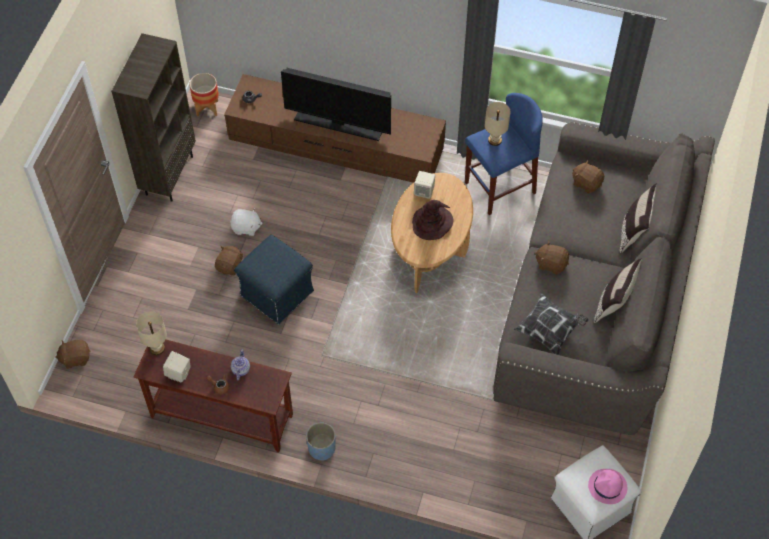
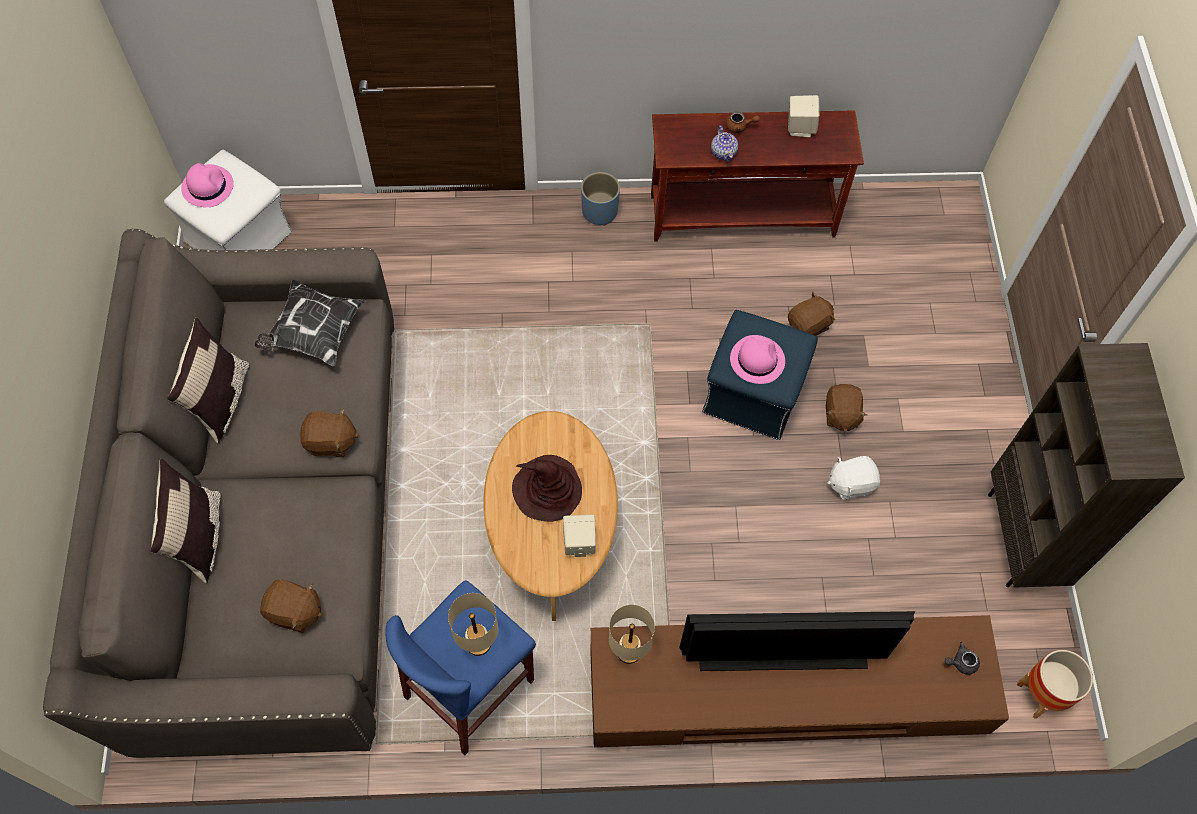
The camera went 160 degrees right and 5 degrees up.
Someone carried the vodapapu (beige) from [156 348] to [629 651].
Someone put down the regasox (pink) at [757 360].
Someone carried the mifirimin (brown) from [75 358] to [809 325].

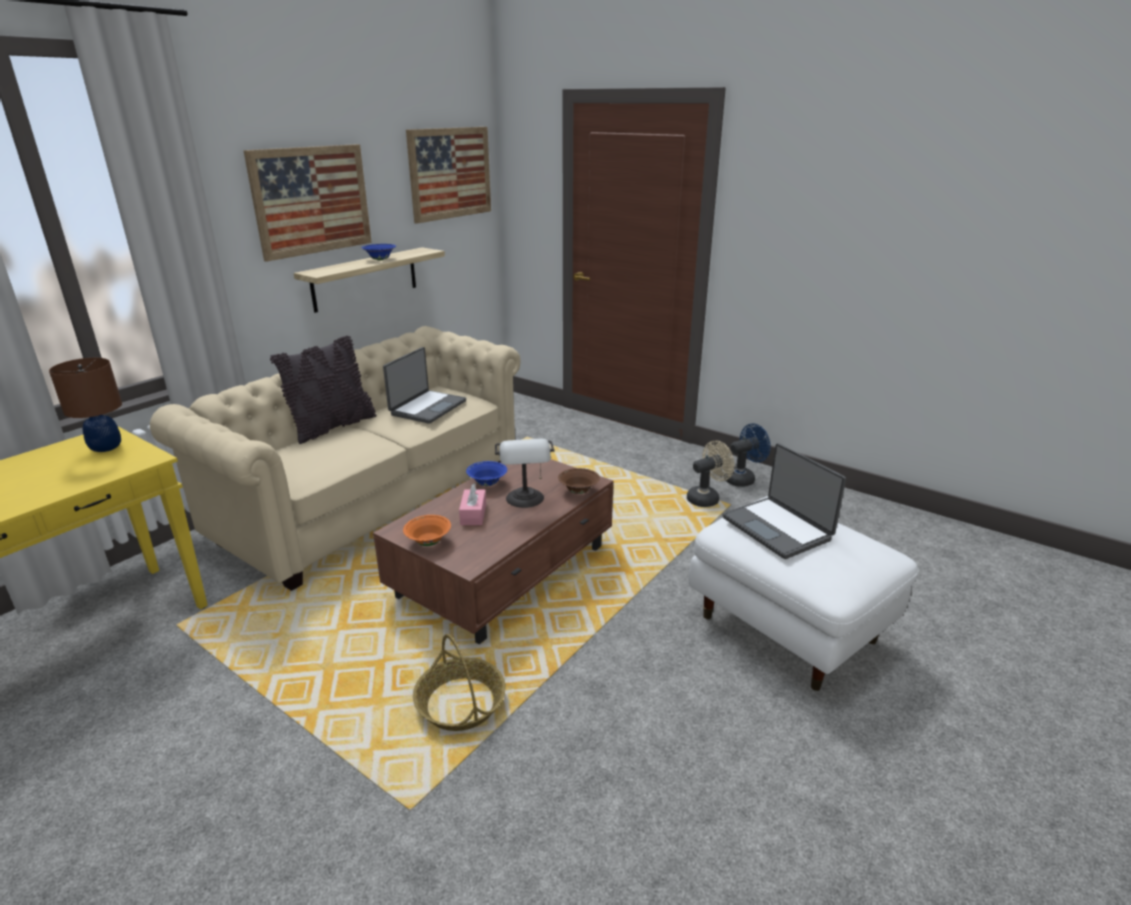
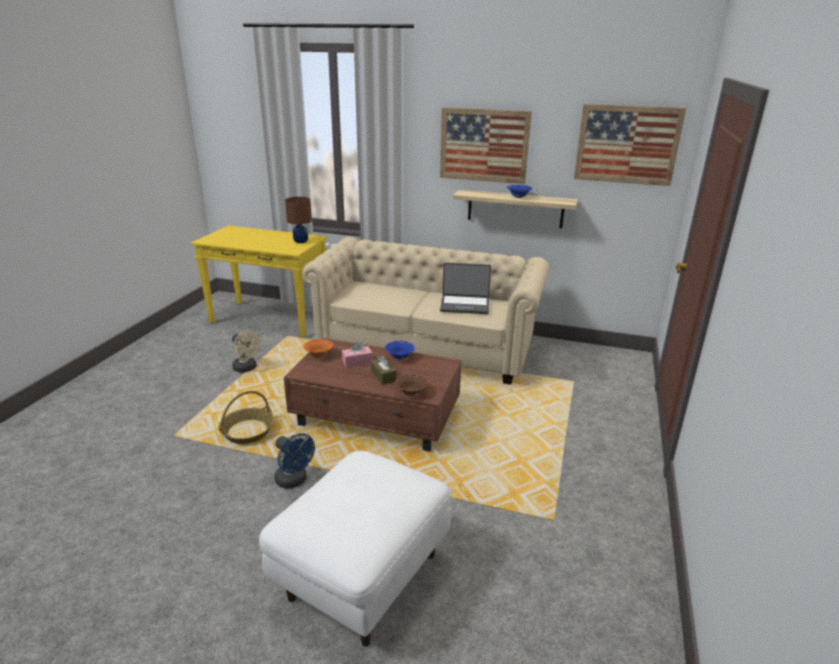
The camera went 70 degrees right and 0 degrees up.
Someone carried the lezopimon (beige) from [706 498] to [247 368].
Someone carried the lezopimon (blue) from [743 478] to [294 481].
Someone swapped the vodapapu at [526 502] for the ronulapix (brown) at [383 376].
Someone took away the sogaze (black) at [332 427].
Someone took away the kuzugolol at [778 528].

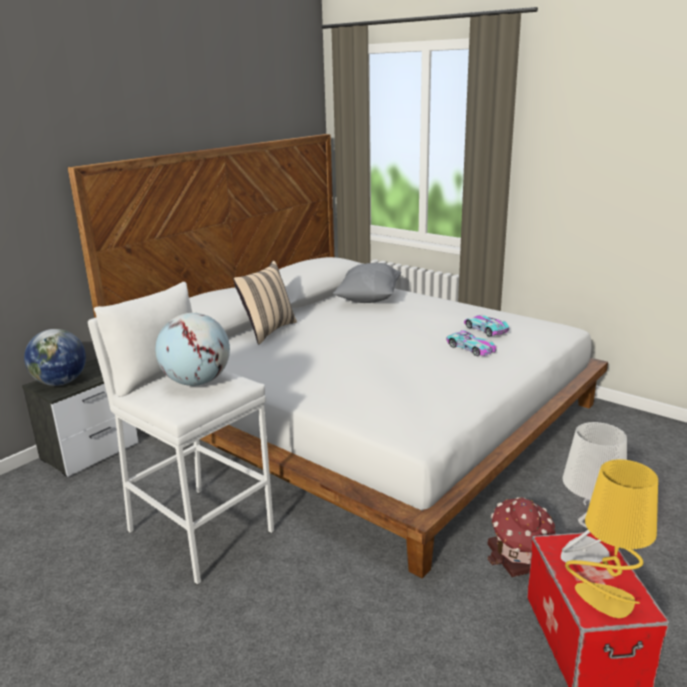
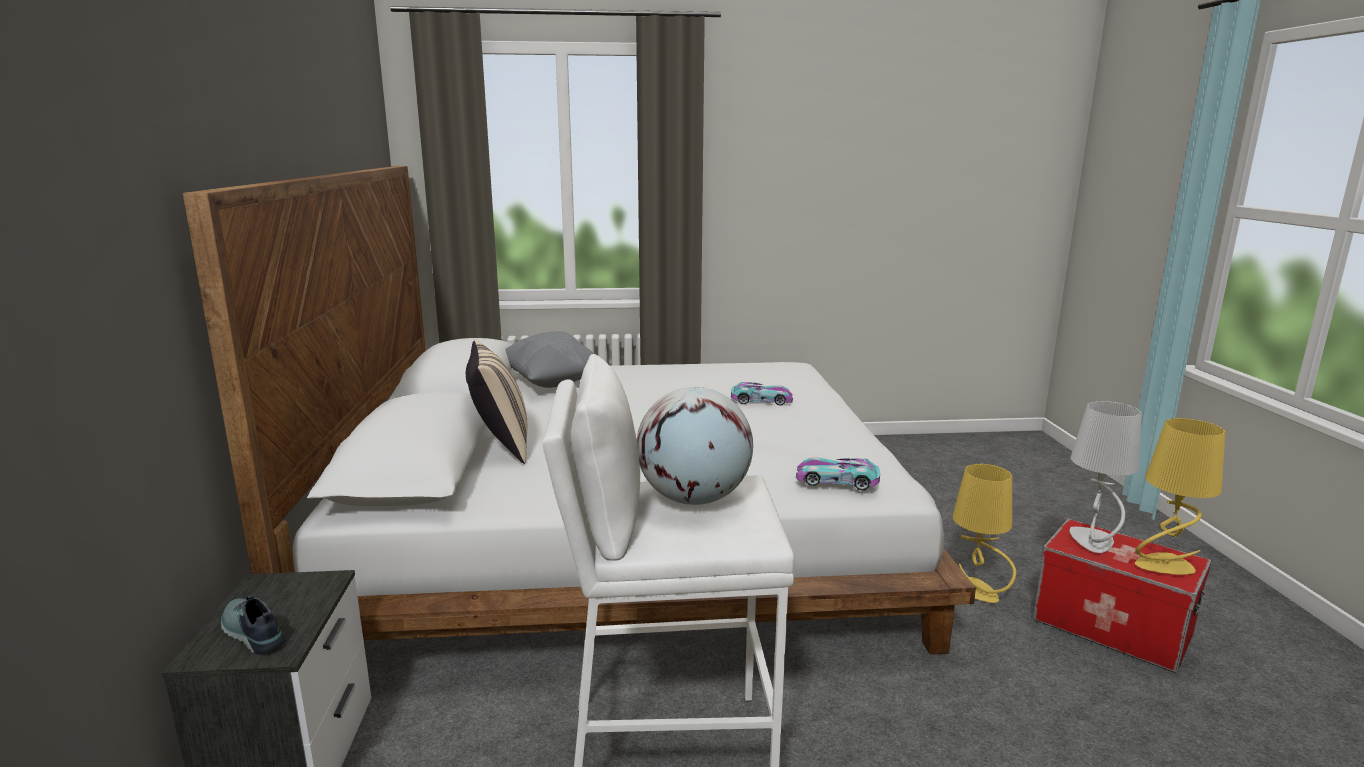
The camera went 45 degrees left and 5 degrees down.
Someone swapped the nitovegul at [60 383] for the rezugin at [251 633].
Someone carried the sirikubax from [485 329] to [837 480].
Someone swapped the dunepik at [520 557] for the vodapapu (yellow) at [976 591].

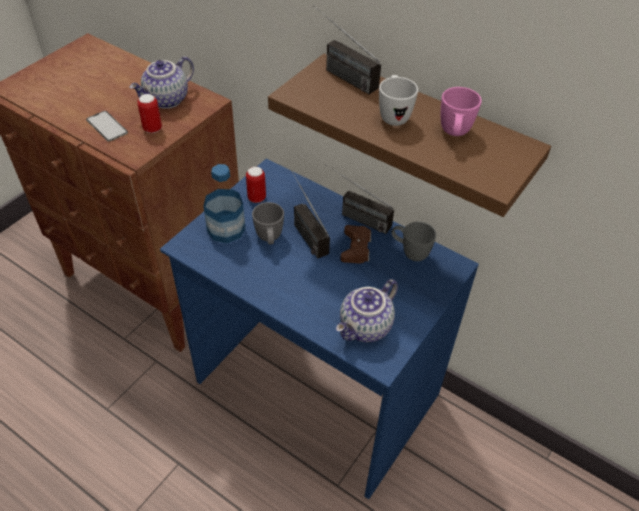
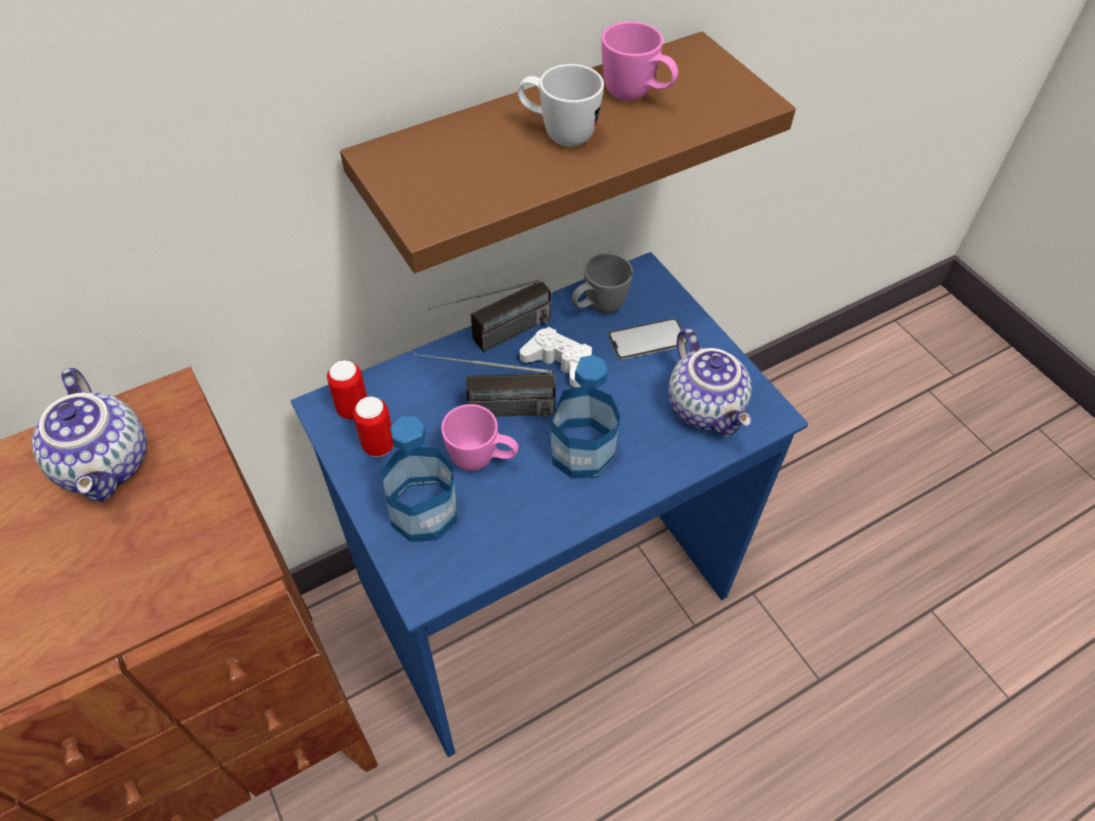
The camera went 65 degrees left and 5 degrees up.
Someone carried the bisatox from [152 129] to [353 409].
Someone repainted the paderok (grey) at [269 239], which became the paderok (pink) at [482 460].
Someone repainted the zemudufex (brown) at [356 248], which became the zemudufex (white) at [559 362].
Someone put down the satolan at [581 451].
Someone carried the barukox from [107 126] to [647 339].
Someone took away the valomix at [339 73].

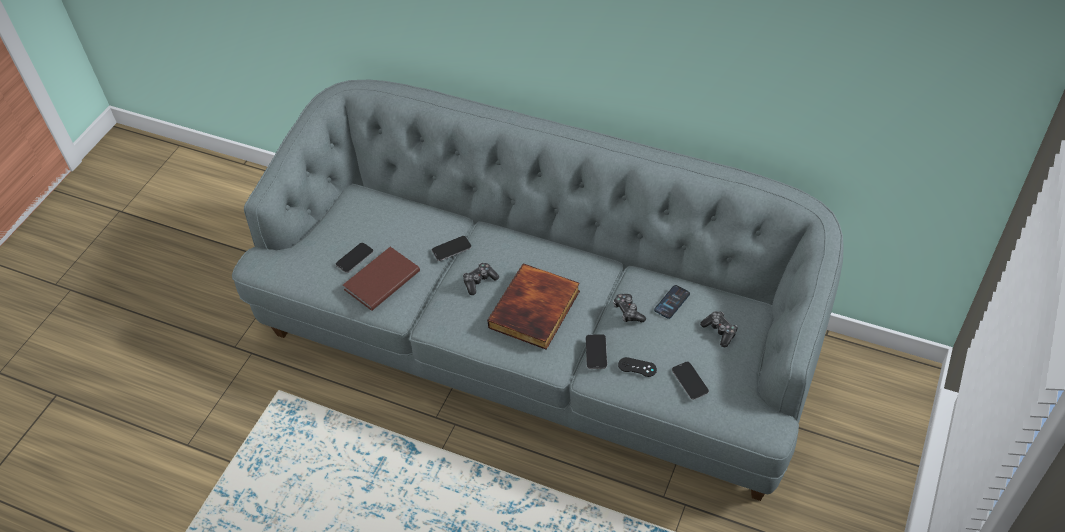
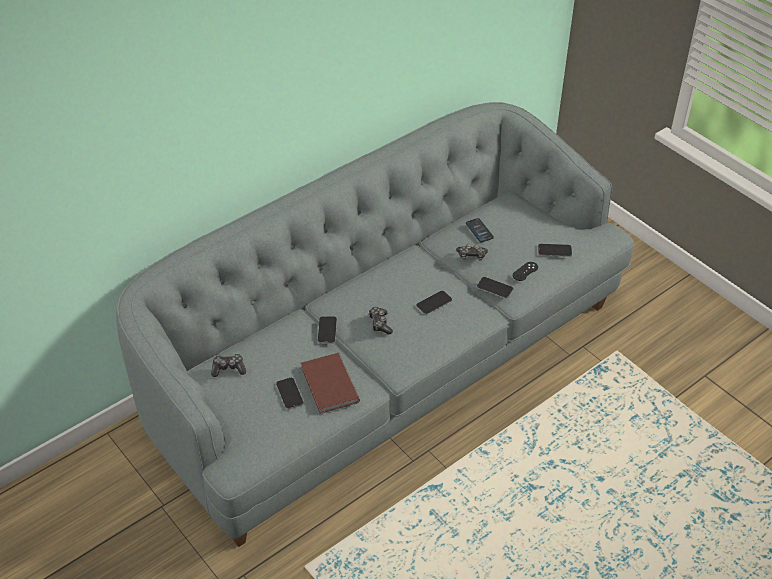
The camera went 65 degrees left and 5 degrees down.
Someone carried the zemudufex from [720 331] to [229 369].
Someone swapped the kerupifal at [536 310] for the barukox at [434 303].

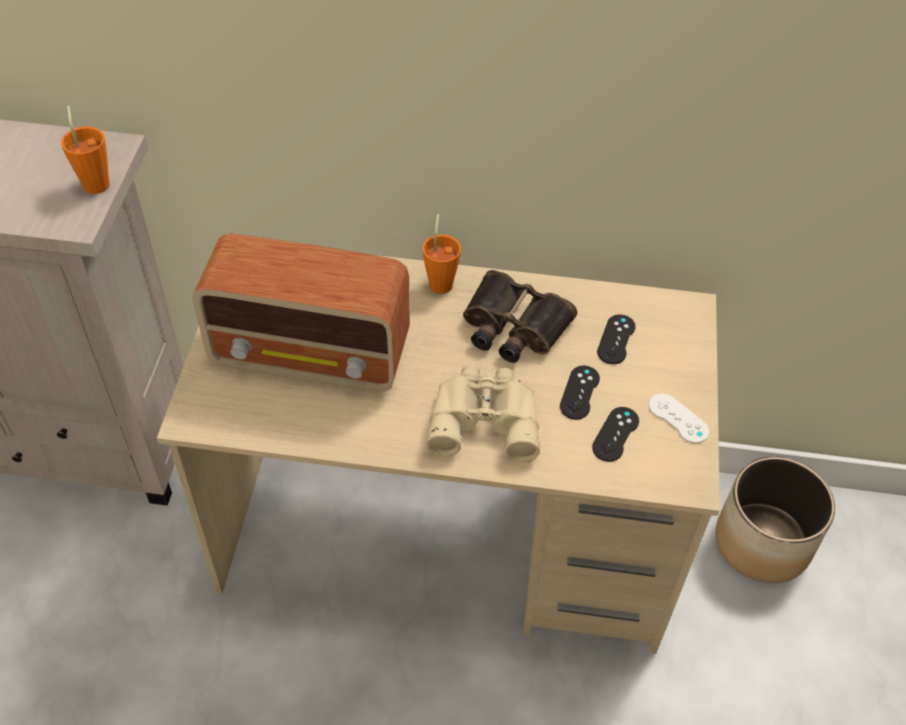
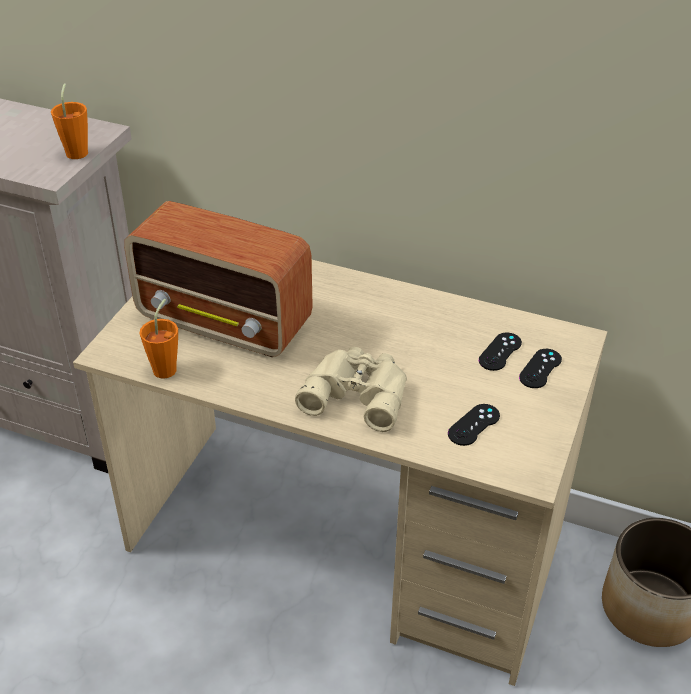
The camera went 15 degrees right and 10 degrees down.
Someone carried the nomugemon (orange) from [441 280] to [167 366].
Someone carried the zemudufex (black) from [579 392] to [540 368].
Someone took away the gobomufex at [512 327].
Someone took away the zemudufex (white) at [678 418].

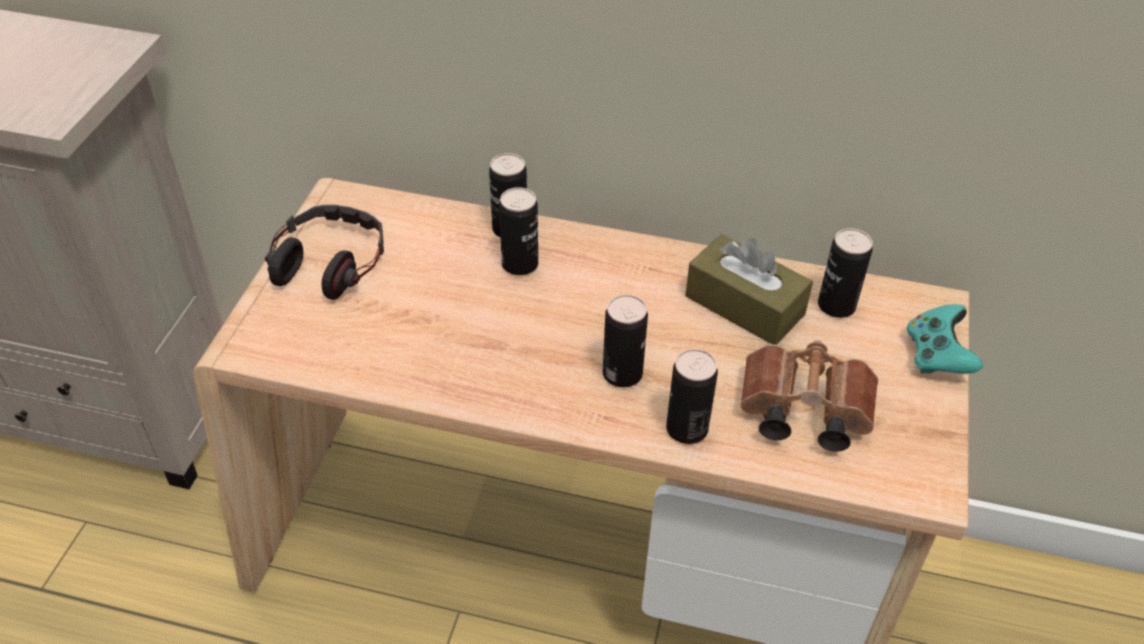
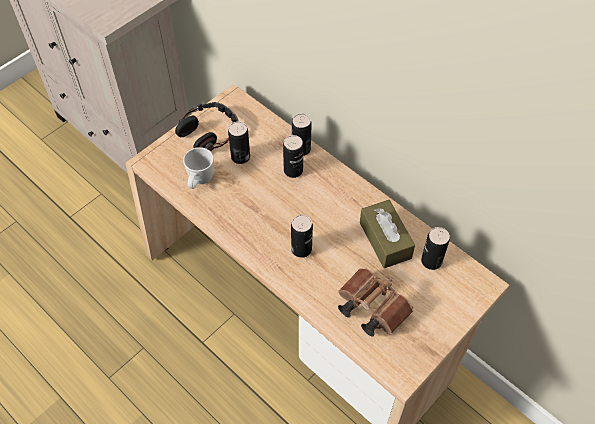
The camera went 30 degrees right and 10 degrees up.
Someone put down the paderok (white) at [199 182].
Someone carried the bisatox from [687 429] to [240 157].
Someone took away the zemudufex (turquoise) at [936 356].

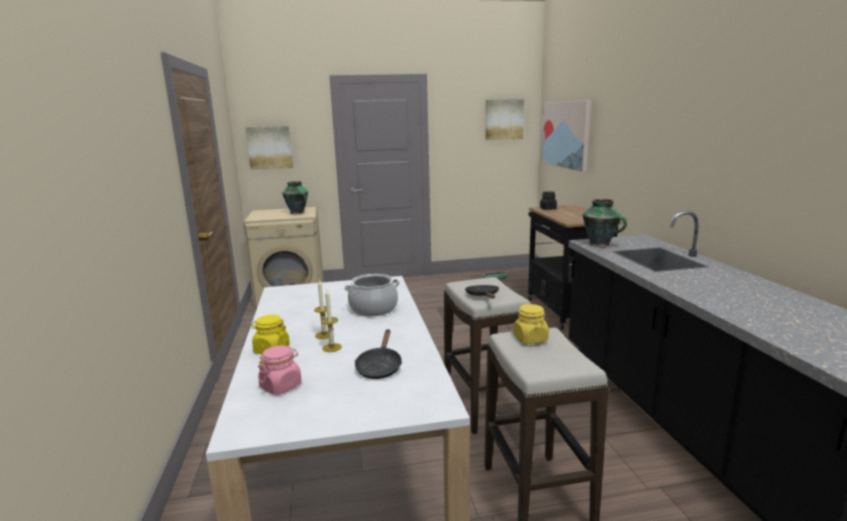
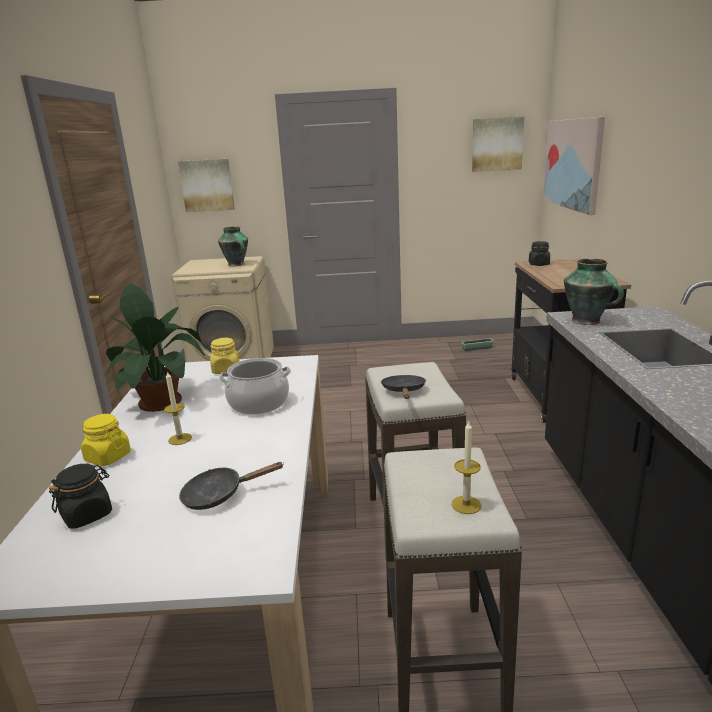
The camera went 10 degrees right and 5 degrees up.
Someone repainted the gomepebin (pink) at [281 386], which became the gomepebin (black) at [87 514].
Someone put down the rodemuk at [161 400].
Someone rotated the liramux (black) at [379 367] by 60 degrees clockwise.
Someone carried the gomepebin (yellow) from [530 339] to [226 370].
Someone carried the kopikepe from [332 347] to [466 505].

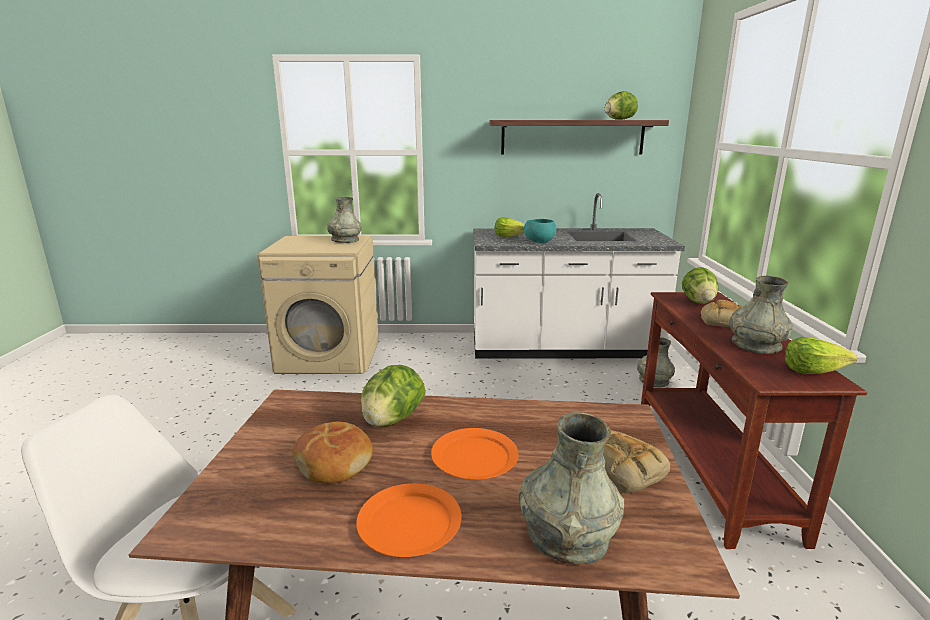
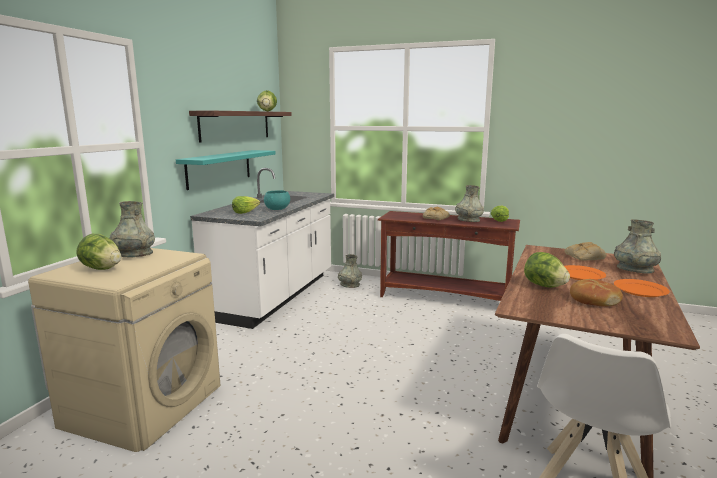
The camera went 70 degrees left and 5 degrees down.
Someone carried the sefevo from [698 302] to [101 269].
Someone put up the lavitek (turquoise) at [219 168].

